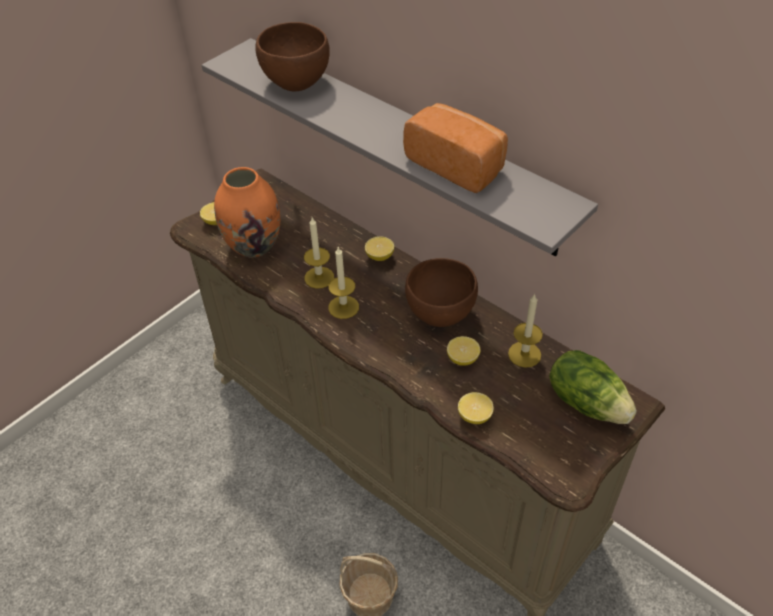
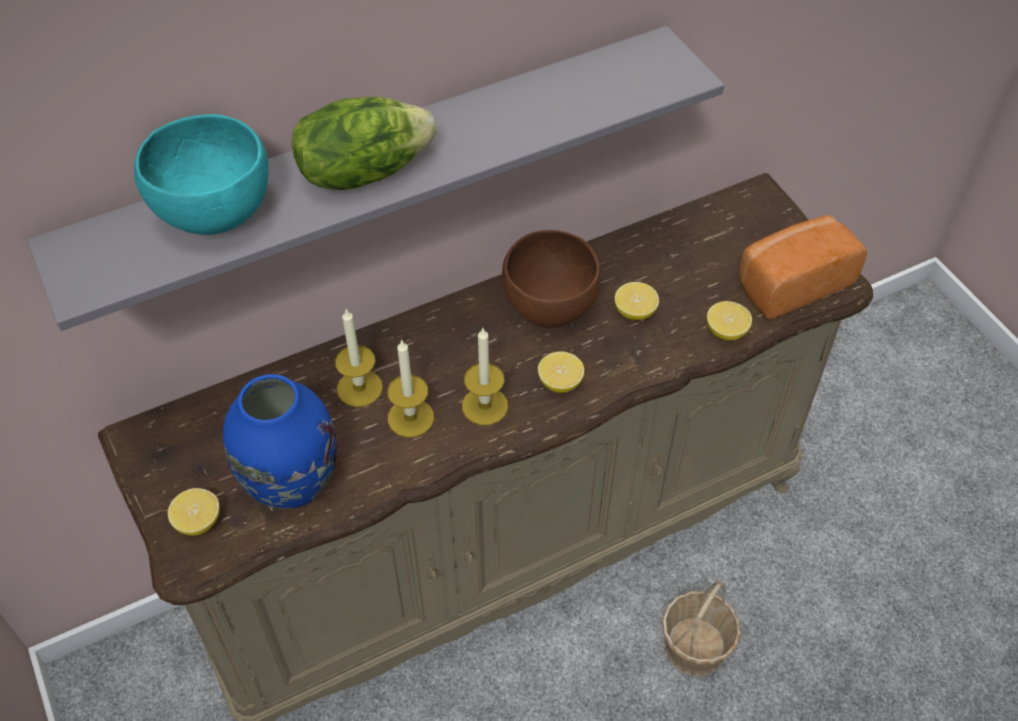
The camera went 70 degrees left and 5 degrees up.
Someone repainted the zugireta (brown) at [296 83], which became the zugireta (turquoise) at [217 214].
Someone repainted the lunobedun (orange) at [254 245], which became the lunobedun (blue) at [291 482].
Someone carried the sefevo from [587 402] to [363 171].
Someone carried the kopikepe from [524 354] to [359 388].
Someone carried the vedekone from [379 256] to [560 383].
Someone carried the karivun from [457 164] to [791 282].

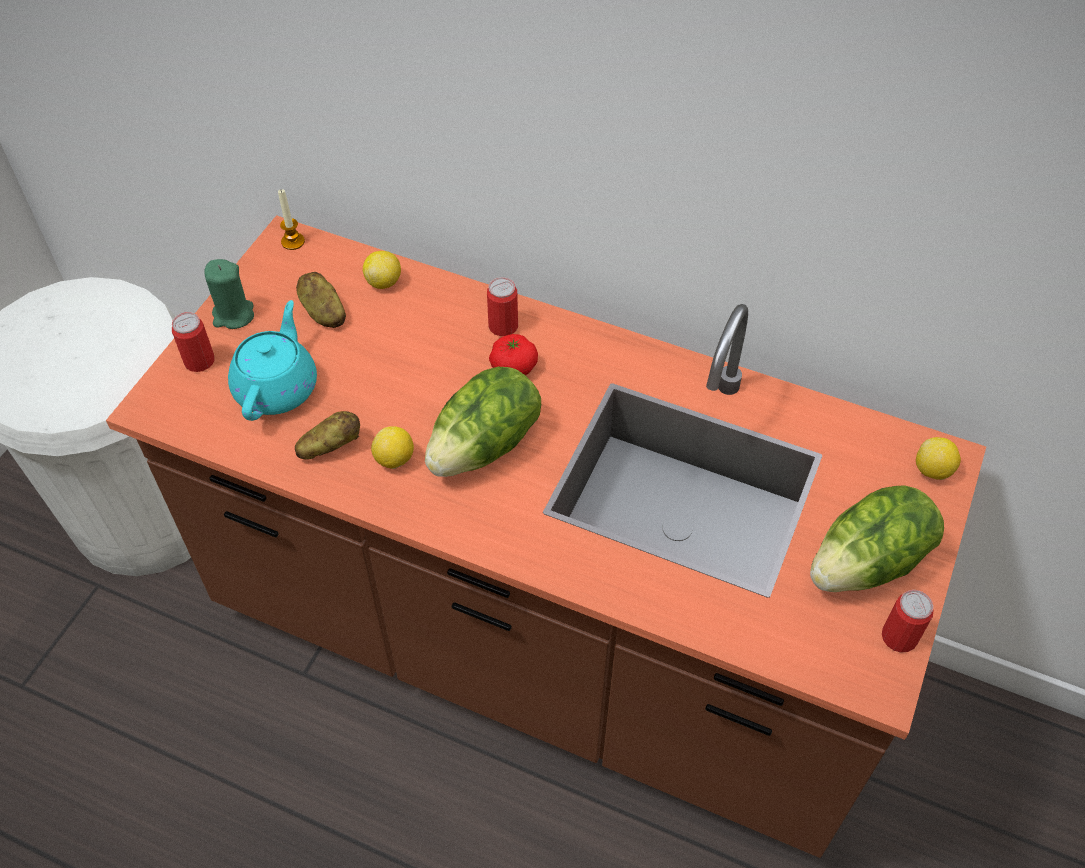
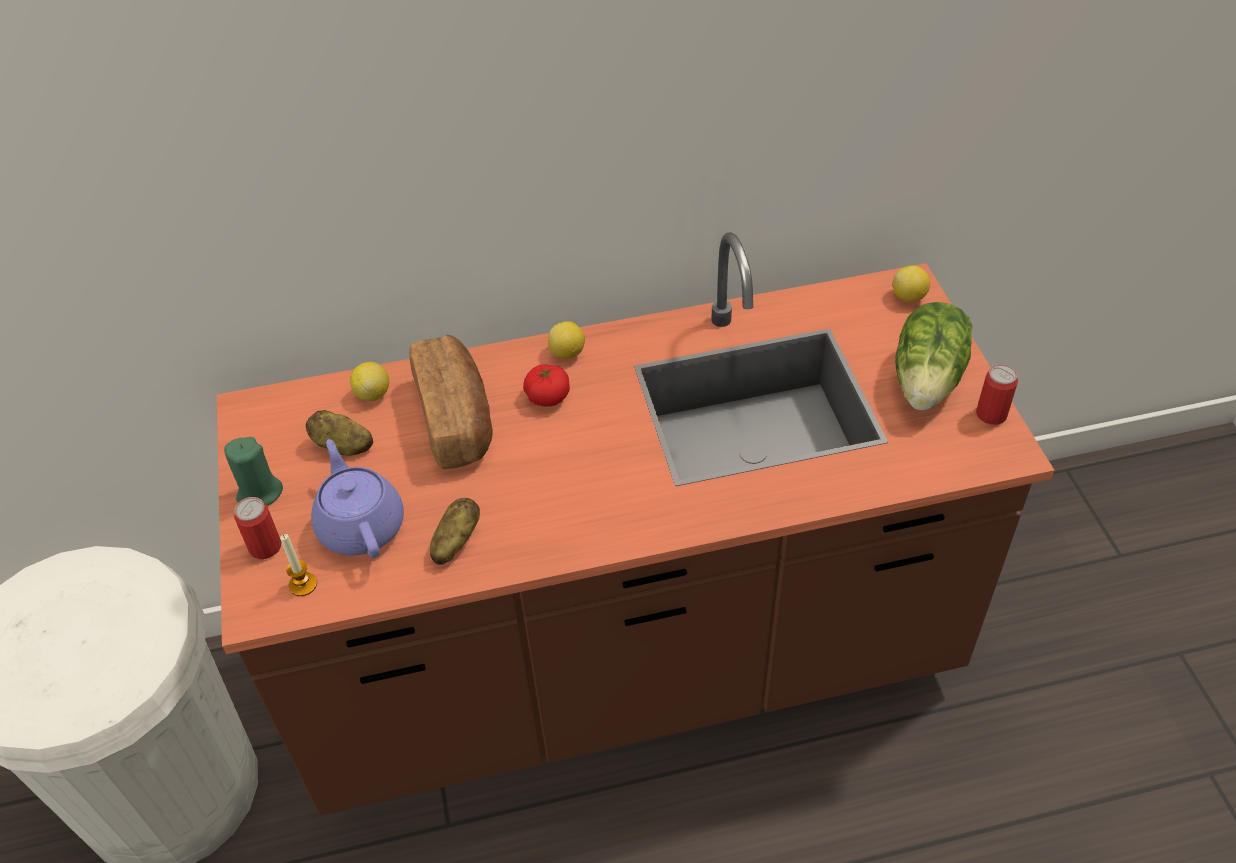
The camera went 35 degrees left and 5 degrees down.
Someone carried the kopikepe from [293 242] to [303 584].
Someone repainted the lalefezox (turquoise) at [277 387], which became the lalefezox (purple) at [361 525].
Someone put down the karivun at [456 418].
Someone carried the vedekone from [395 460] to [567 353].
Someone took away the sefevo at [486 446].
Someone took away the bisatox at [503 326].

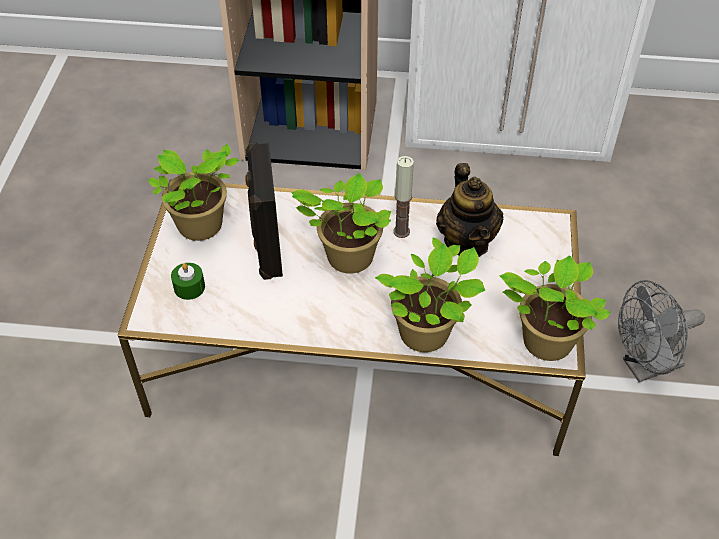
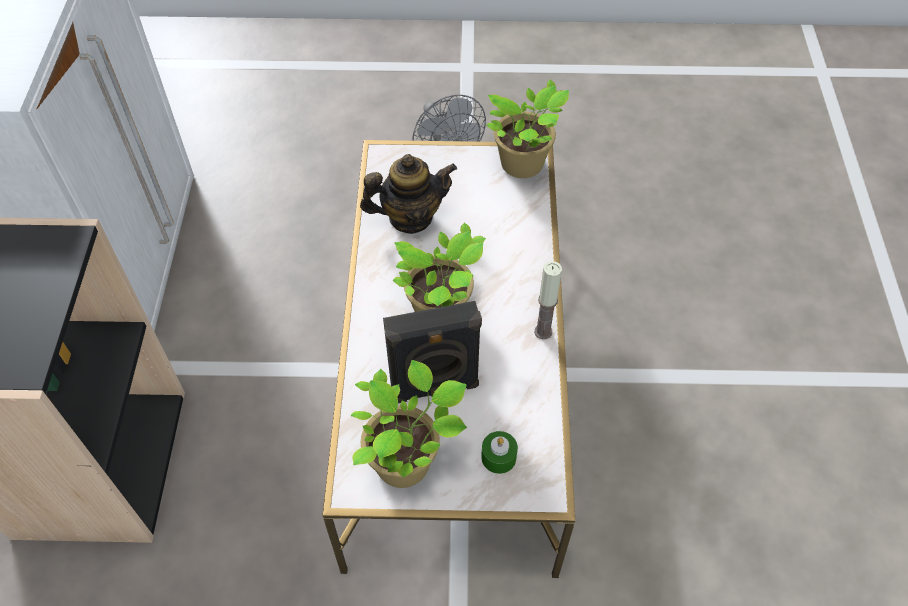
The camera went 95 degrees left and 5 degrees up.
Someone carried the kopikepe from [401 231] to [543 331].
Someone took away the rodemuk at [427 335].

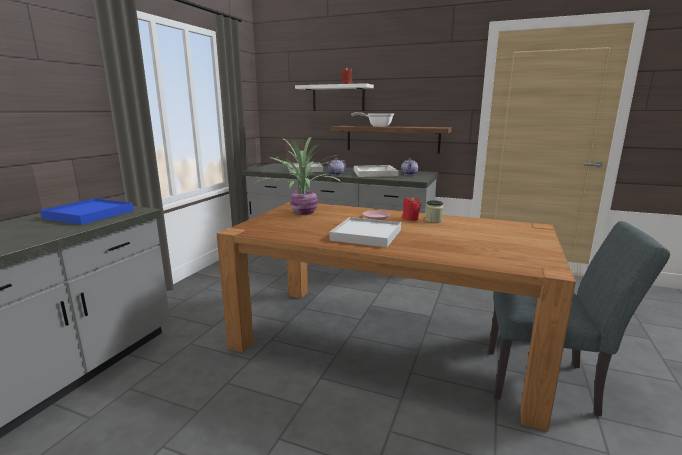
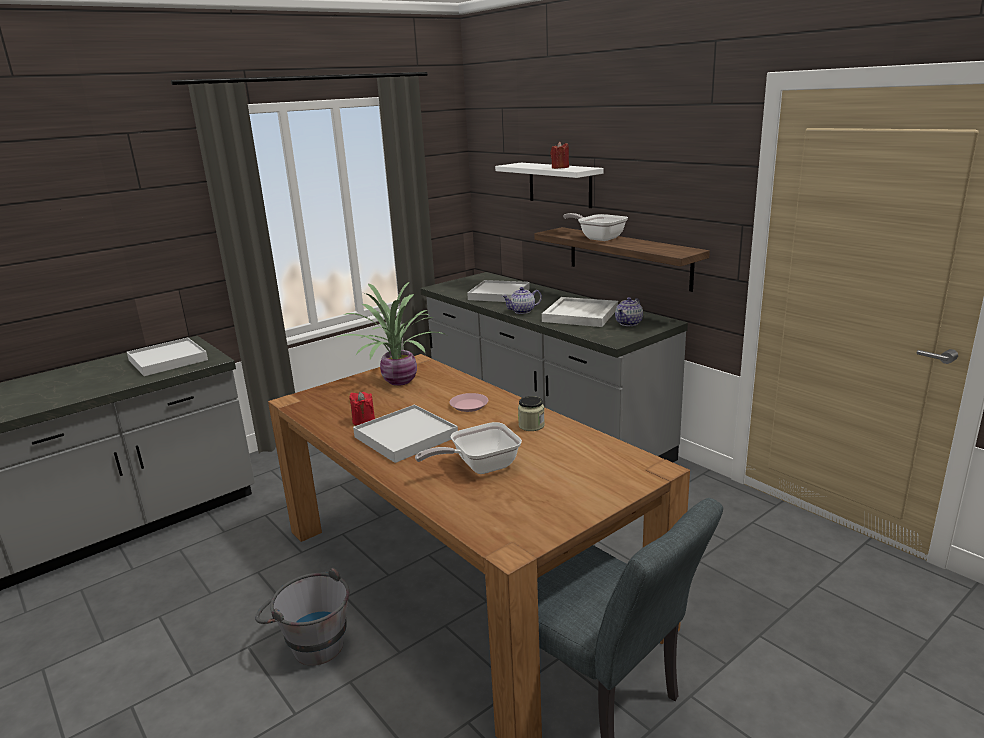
The camera went 30 degrees right and 5 degrees up.
Someone repainted the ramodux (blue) at [89 214], which became the ramodux (white) at [168 360].
Someone put down the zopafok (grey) at [310 643].
Someone carried the kopikepe (red) from [410 218] to [363 421].
Someone put down the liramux at [479 467].

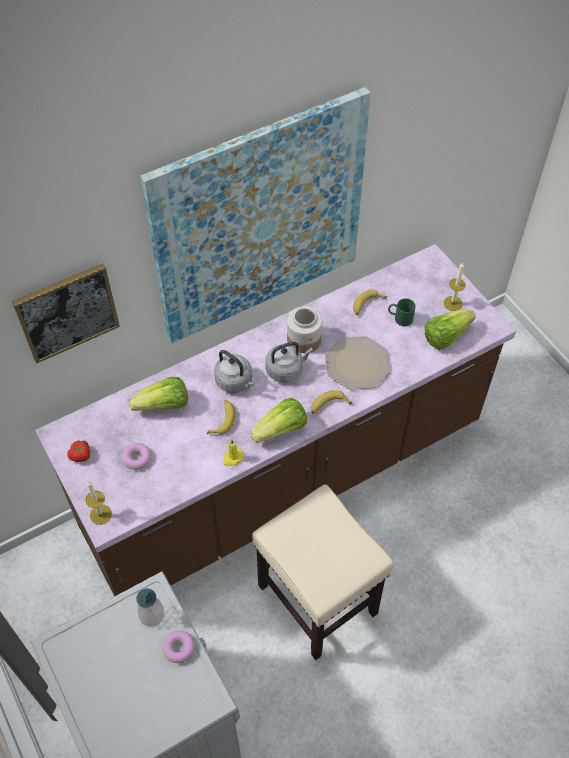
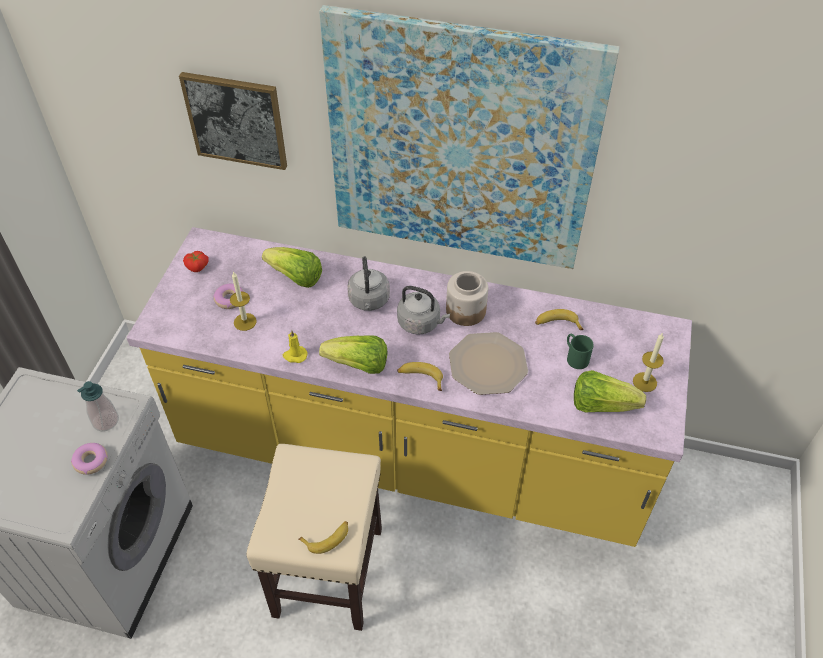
The camera went 45 degrees right and 5 degrees down.
Someone repainted the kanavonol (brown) at [284 478], which became the kanavonol (yellow) at [411 453].
Someone carried the kopikepe from [100 514] to [245 322].
Someone carried the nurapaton from [222 419] to [327 538].

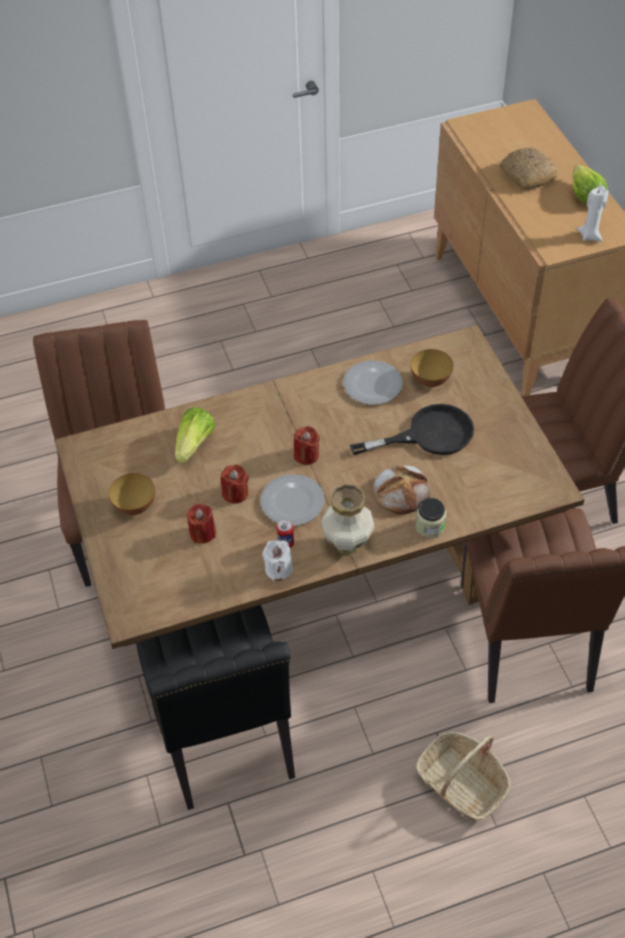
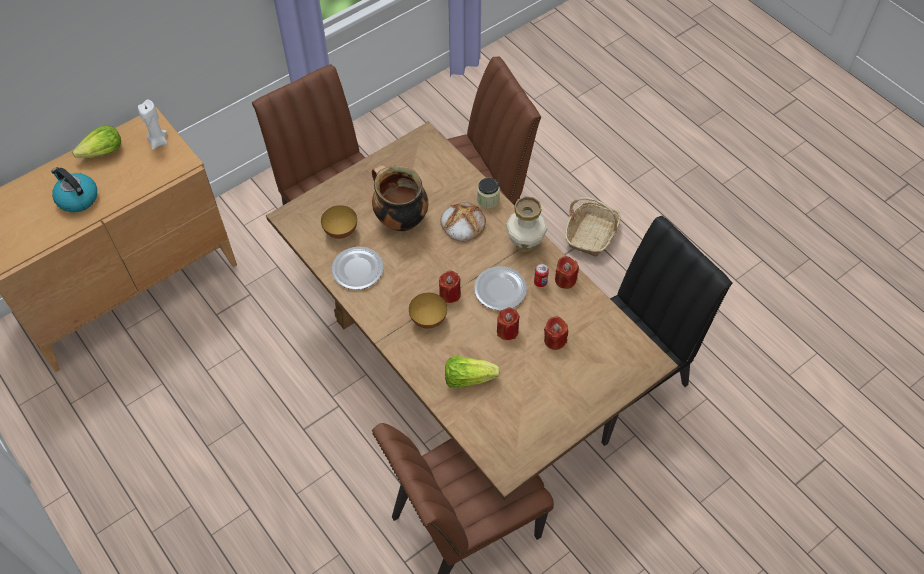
The camera went 110 degrees left and 5 degrees up.
Someone swapped the karivun at [526 175] for the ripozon at [77 198].
Someone swapped the liramux (black) at [428 435] for the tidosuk at [400 220].
Someone carried the zugireta from [135 506] to [428 320].
Someone repainted the kopikepe (white) at [278 569], which became the kopikepe (red) at [565 280].

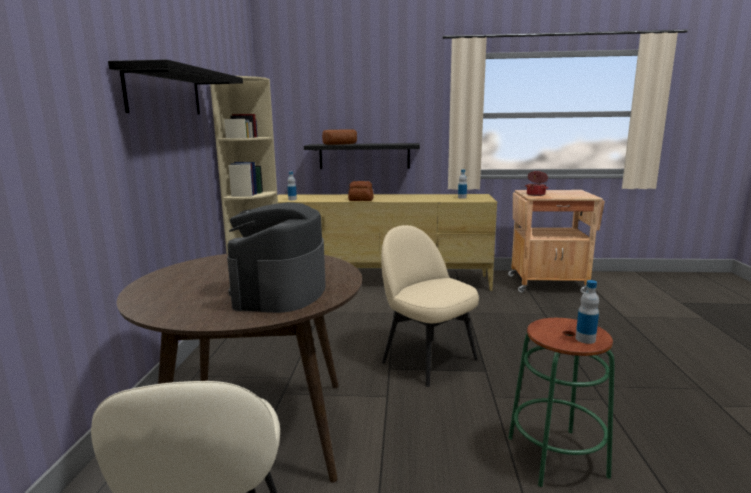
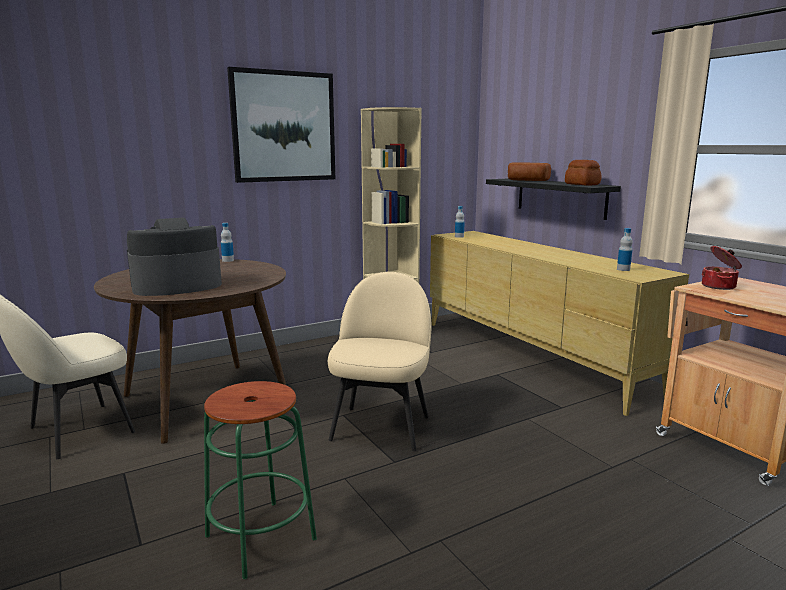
The camera went 55 degrees right and 0 degrees up.
Someone carried the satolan from [585 339] to [228 260].
Someone swapped the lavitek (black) at [165 92] for the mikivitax at [284 127].
Someone carried the karivun from [361 200] to [582 184].

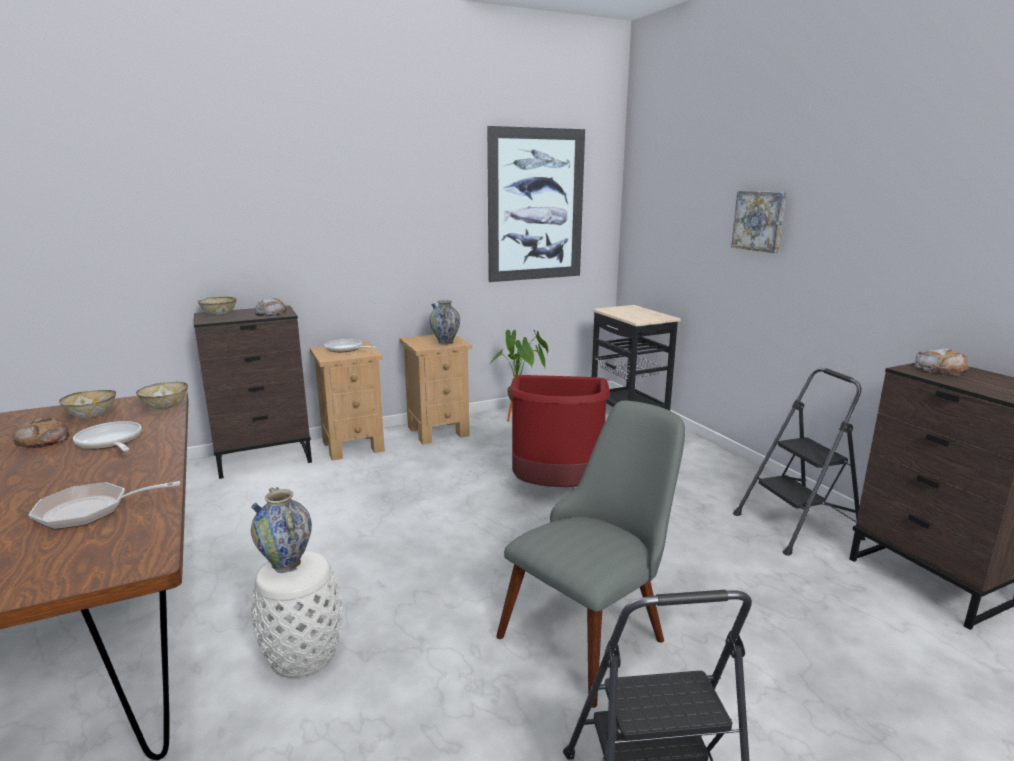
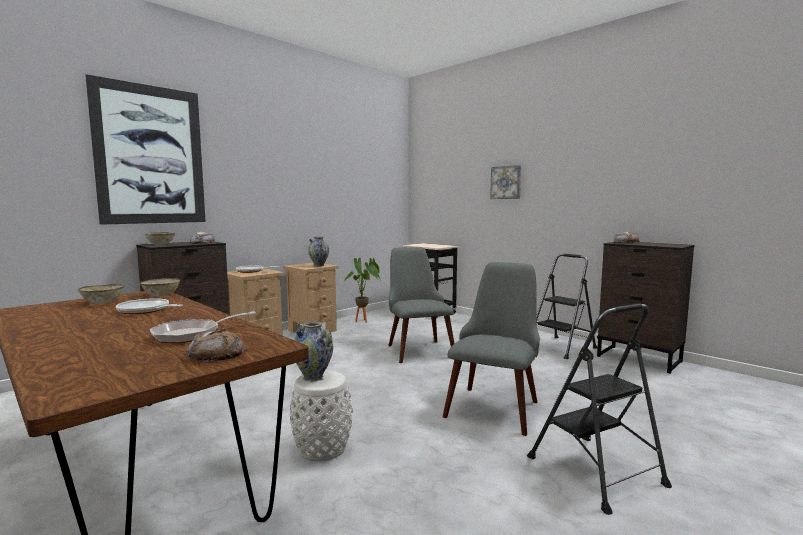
The camera went 20 degrees left and 10 degrees down.
Someone carried the mikivitax from [536 205] to [151 155].
Someone carried the karivun from [42 440] to [216 354].
Someone swapped the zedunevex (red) at [557 489] for the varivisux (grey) at [417 348].

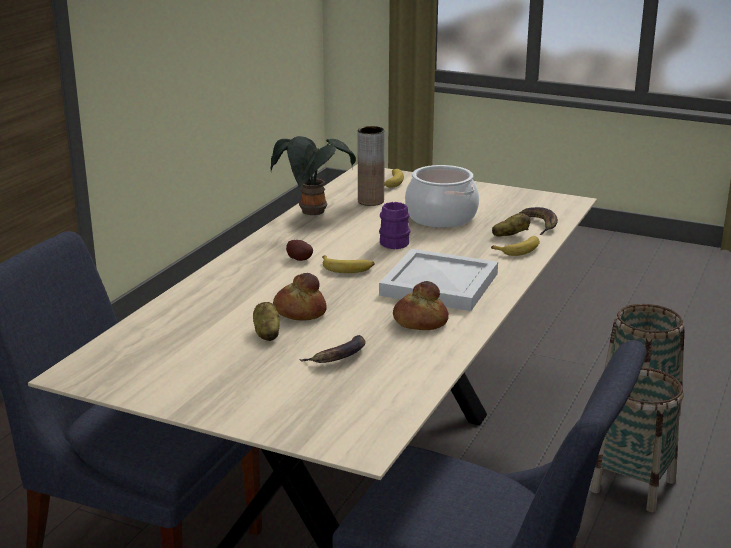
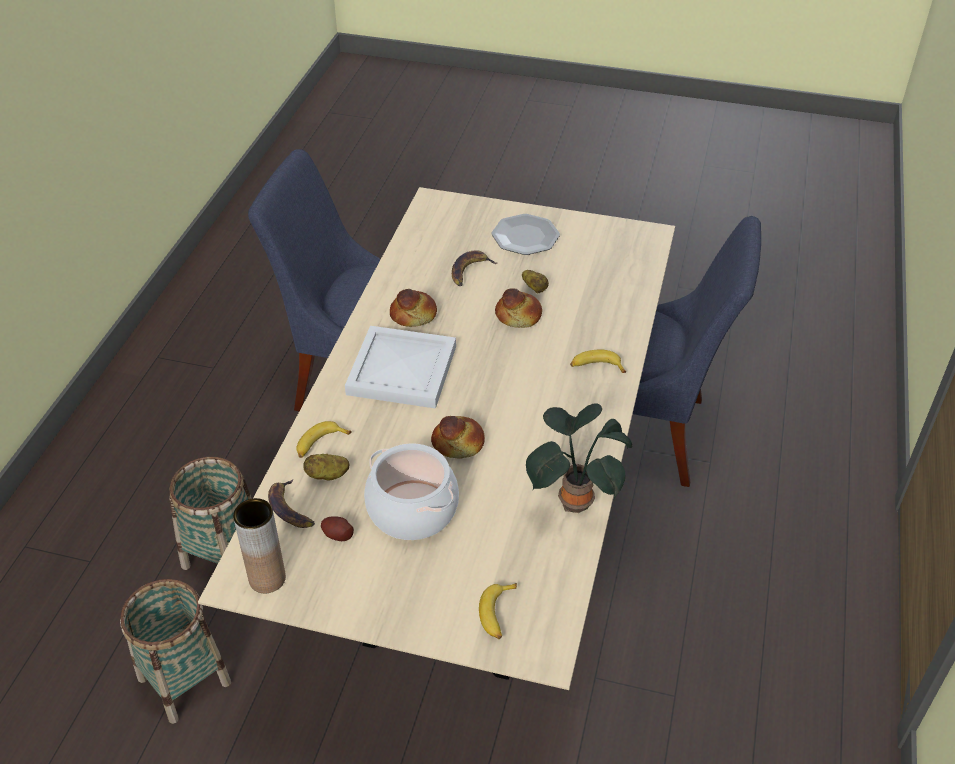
The camera went 170 degrees right and 20 degrees up.
Someone carried the lunobedun (brown) from [370 201] to [267 578].
Someone carried the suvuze from [300 258] to [337 535].
Someone swapped the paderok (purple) at [396 241] for the karivun at [458 444].
Someone put down the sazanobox at [525 236].
Someone carried the nurapaton from [347 268] to [596 367].

